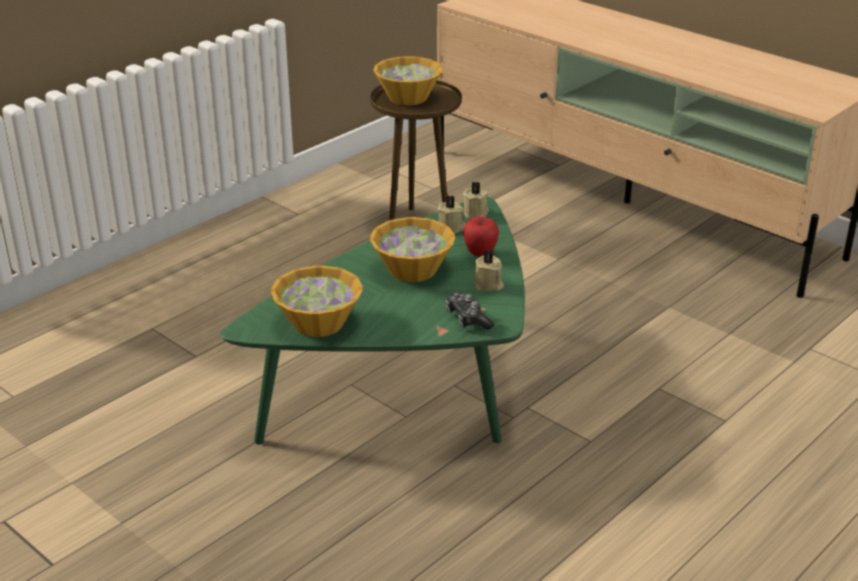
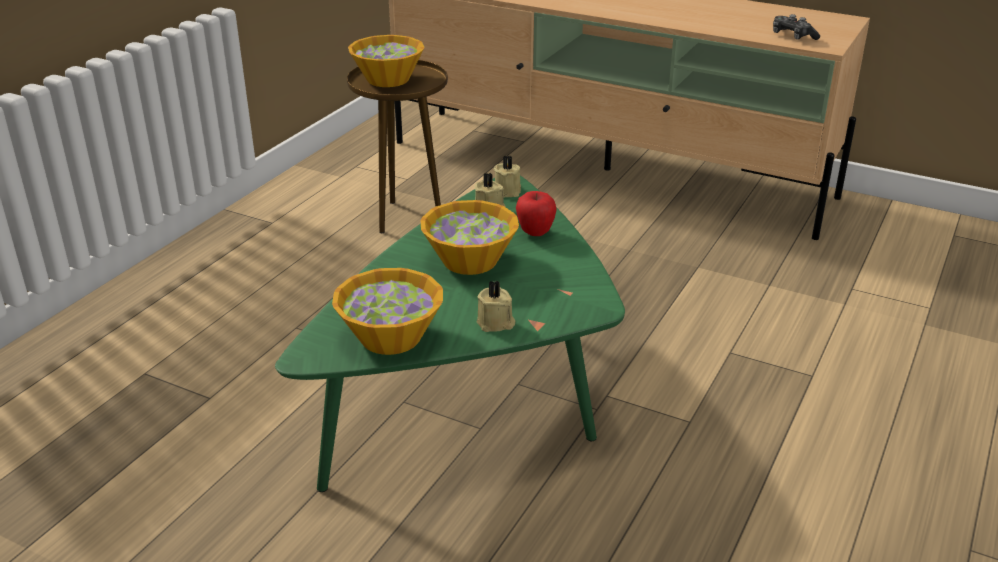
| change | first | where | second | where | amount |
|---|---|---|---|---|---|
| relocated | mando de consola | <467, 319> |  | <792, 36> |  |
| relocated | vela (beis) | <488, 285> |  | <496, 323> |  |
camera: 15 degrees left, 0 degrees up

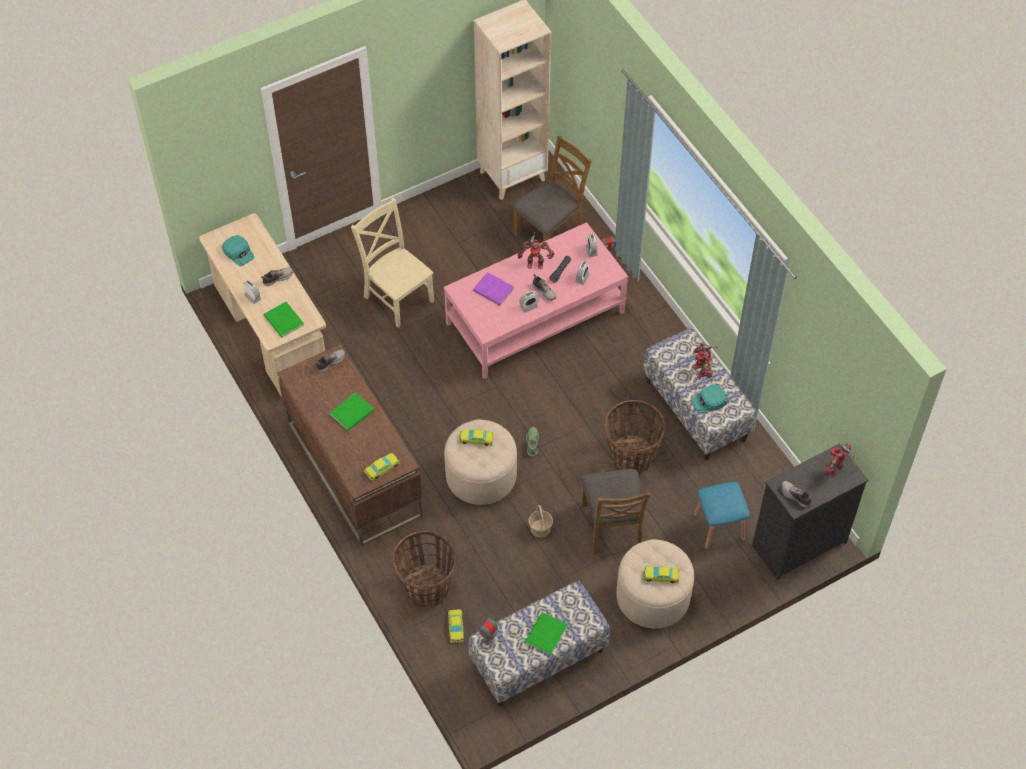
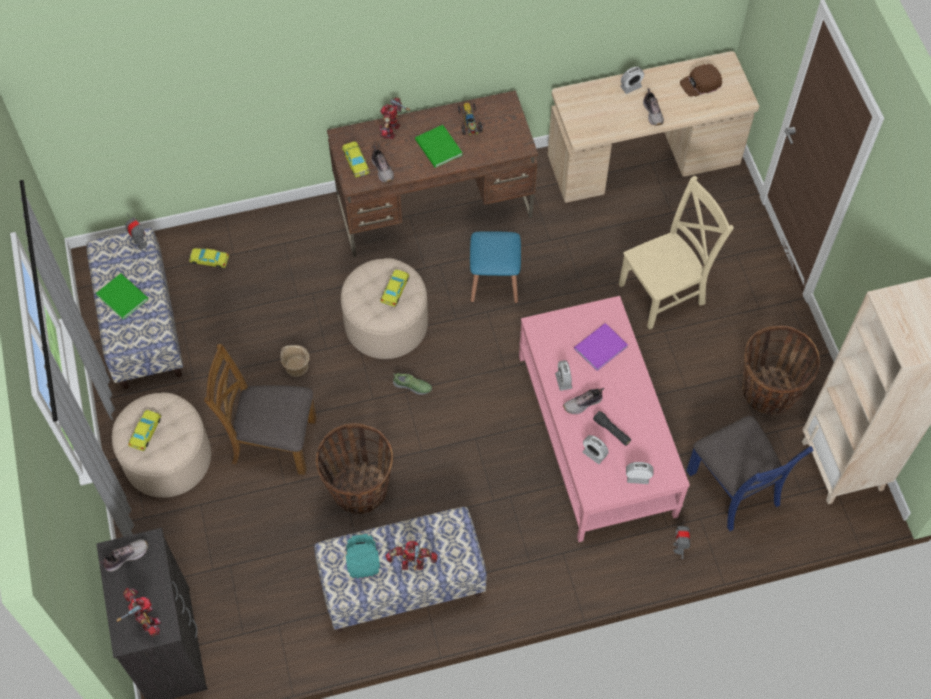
| change | first | where | second | where | amount |
|---|---|---|---|---|---|
| colour | gorra (turquesa) | <239, 252> | gorra (marrón) | <700, 83> |  |
| missing | libro (verde) | <283, 321> |  |  |  |
| relocated | zapato | <330, 362> |  | <383, 169> |  |
| relocated | cesta | <427, 587> |  | <768, 391> |  |
| colour | silla (marrón) | <550, 231> | silla (azul) | <734, 488> |  |
| relocated | robot de juguete | <535, 262> |  | <392, 130> |  |
| relocated | taburete (azul) | <718, 527> |  | <494, 282> |  |
| appeared |  |  | coche de juguete | <469, 123> |  |
camera: 105 degrees right, 5 degrees up

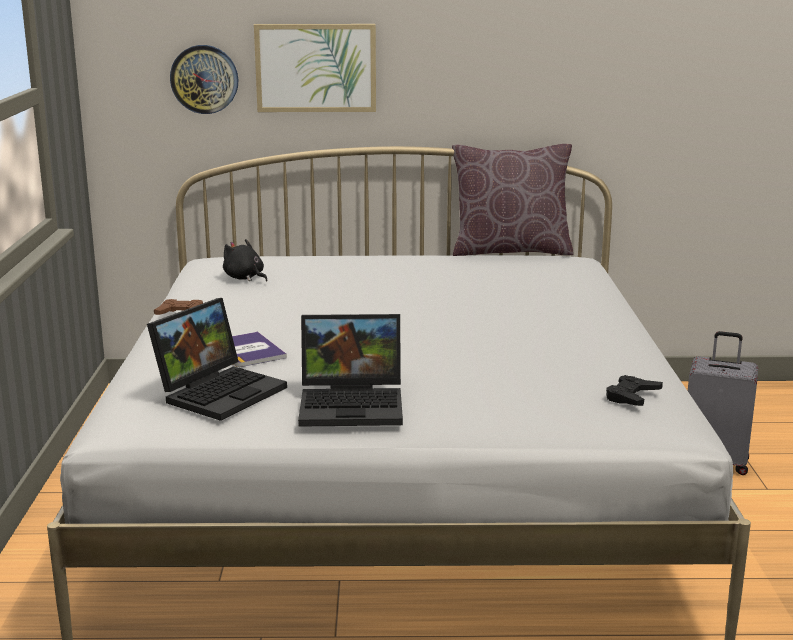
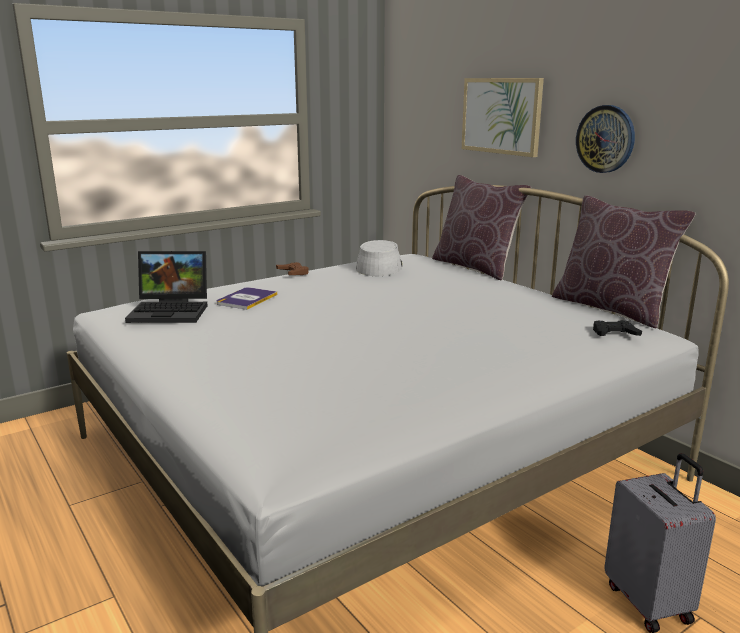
| change | first | where | second | where | amount |
|---|---|---|---|---|---|
| relocated | reloj de pared | <204, 79> |  | <605, 139> |  |
| exchanged | peluche (negro) | <245, 278> | sombrero (gris) | <379, 267> |  |
| missing | portátil | <354, 404> |  |  |  |
| relocated | mando de consola (negro) | <632, 396> |  | <614, 333> |  |
| appeared |  |  | cojín (marrón) | <476, 267> |  |
camera: 55 degrees right, 0 degrees up

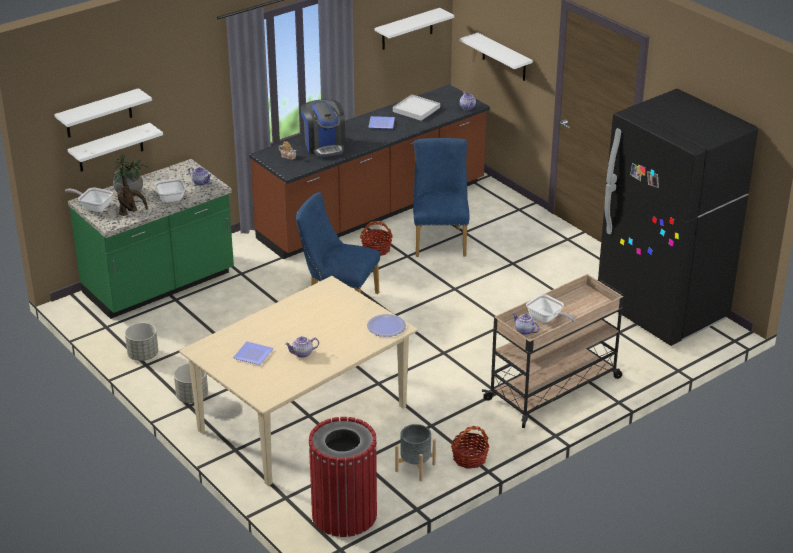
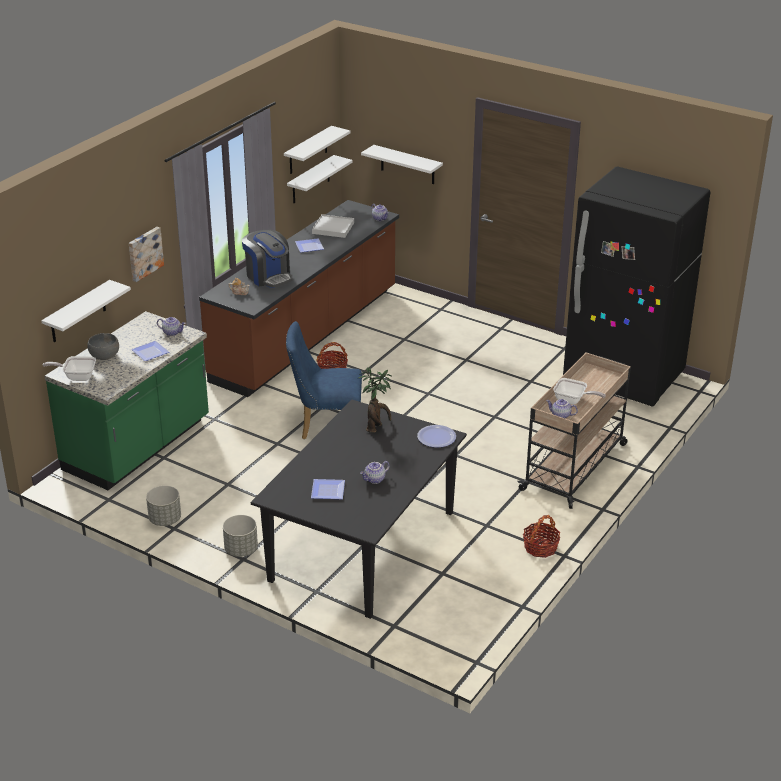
| change | first | where | second | where | amount |
|---|---|---|---|---|---|
| relocated | estante (blanco) | <98, 114> |  | <311, 180> |  |
| relocated | planta en maceta | <131, 212> |  | <376, 426> |  |
| exchanged | sartén | <171, 196> | plato | <150, 352> |  |
| colour | mesa de comedor (beis) | <303, 418> | mesa de comedor (negro) | <362, 545> |  |
| missing | papelera (rojo) | <344, 514> |  |  |  |
| missing | maceta (gris) | <415, 467> |  |  |  |
| missing | silla (azul) | <440, 240> |  |  |  |
| appeared |  |  | cuadro | <144, 253> |  |
camera: 20 degrees left, 0 degrees up

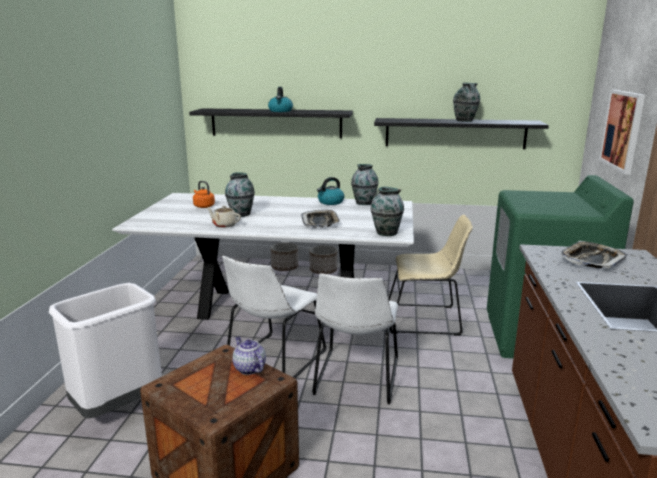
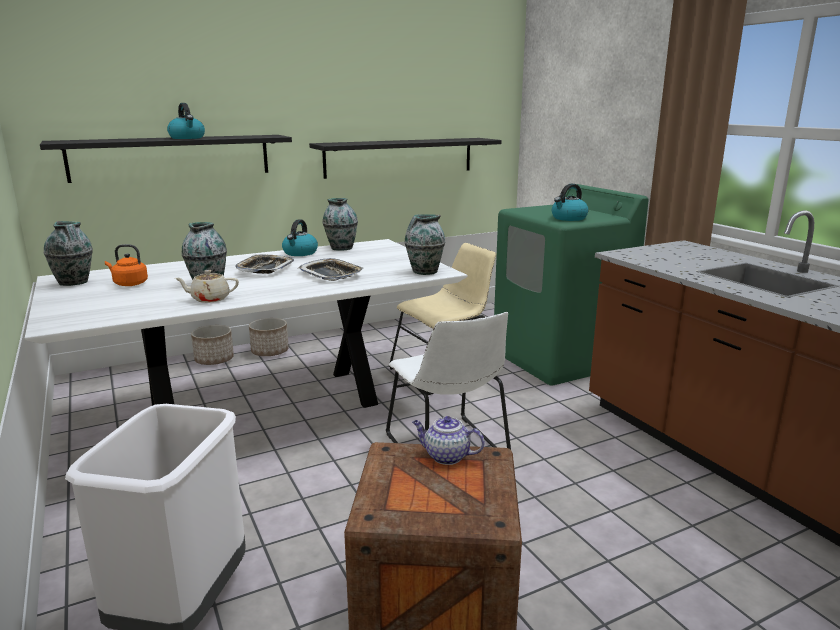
| change | first | where | second | where | amount |
|---|---|---|---|---|---|
| missing | silla (blanco) | <274, 361> |  |  |  |
| relocated | florero | <464, 121> |  | <74, 283> |  |
| relocated | bandeja | <591, 260> |  | <265, 268> |  |
| missing | cuadro | <622, 130> |  |  |  |
| appeared |  |  | hervidor | <568, 218> |  |
camera: 35 degrees left, 0 degrees up

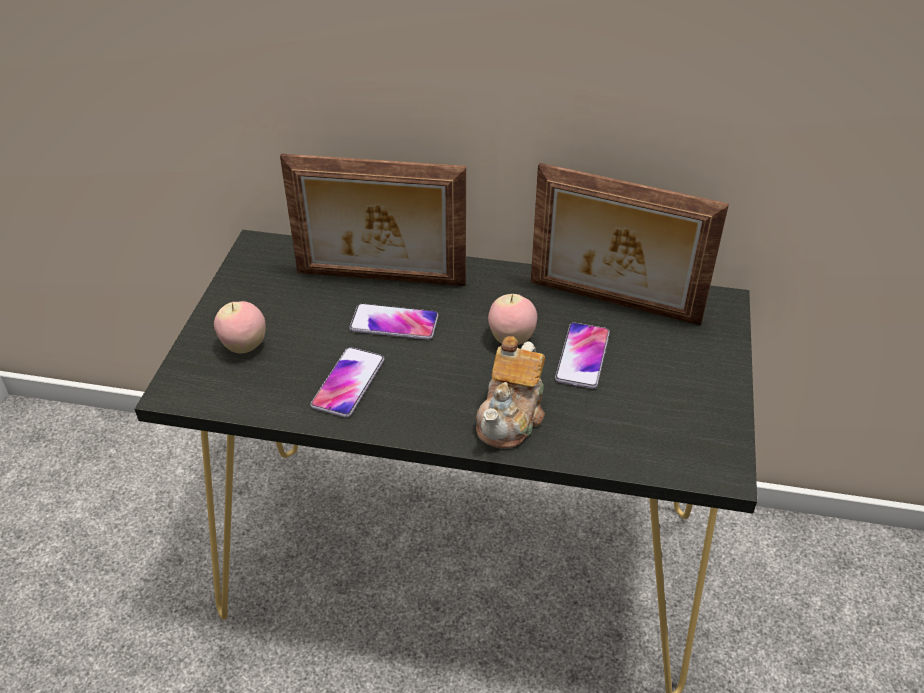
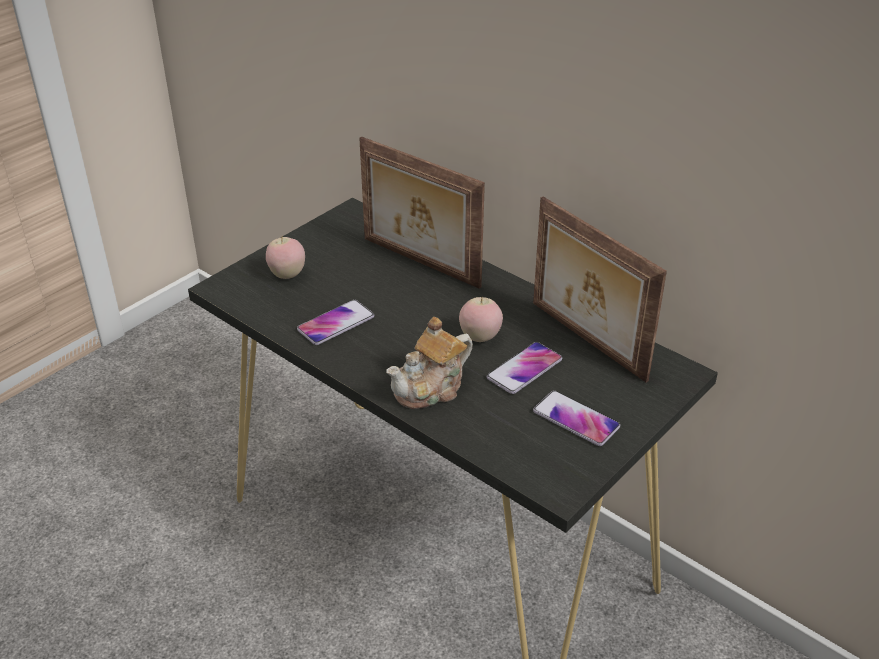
| change | first | where | second | where | amount |
|---|---|---|---|---|---|
| relocated | móvil | <394, 323> |  | <576, 419> |  |
camera: 30 degrees right, 5 degrees down

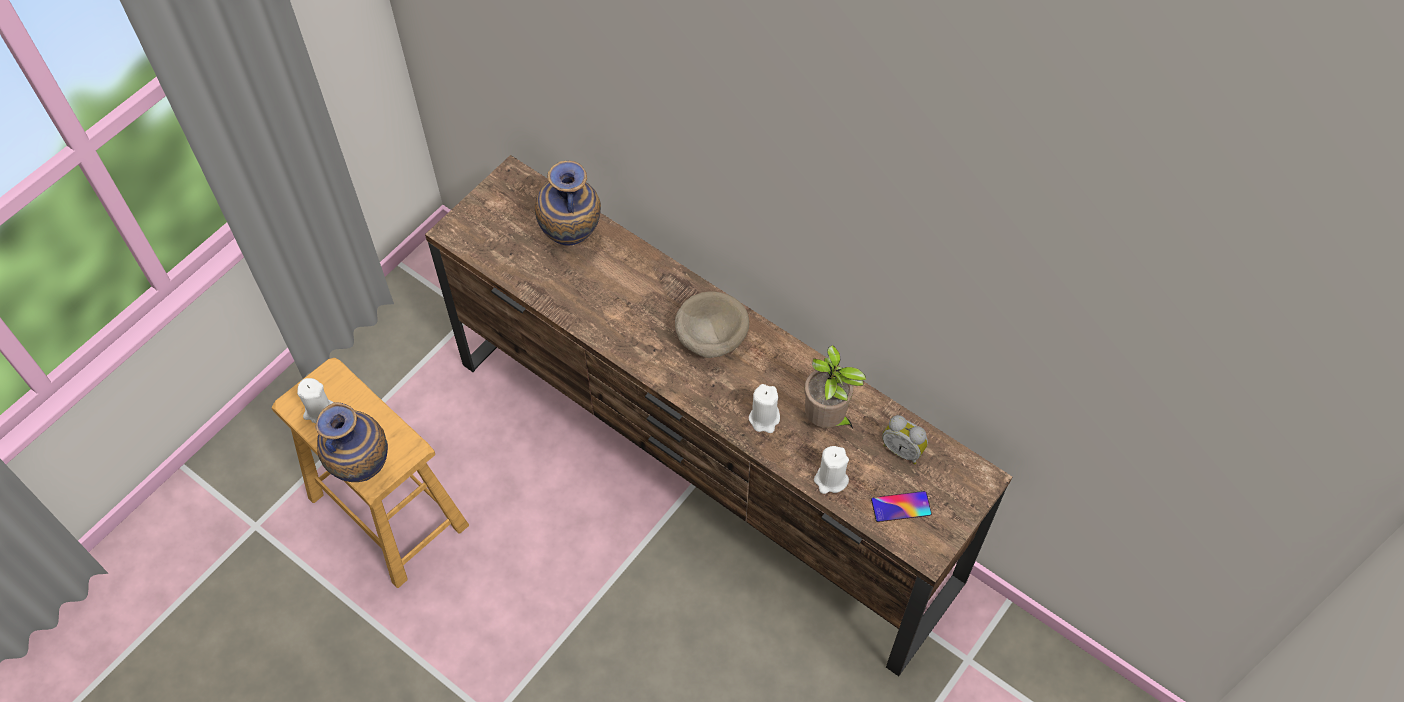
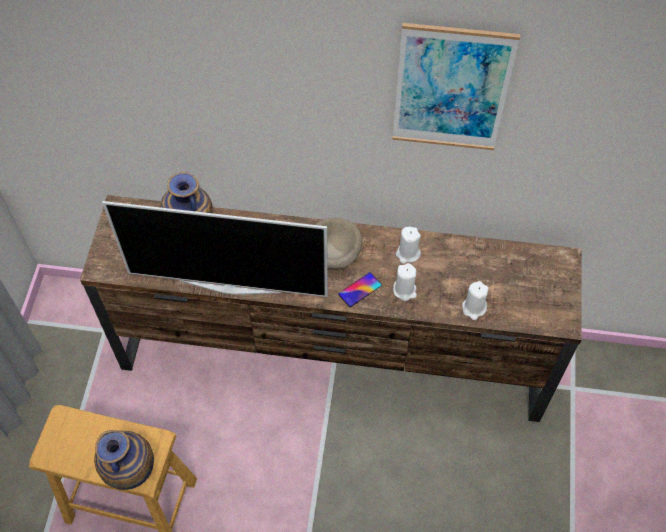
| change | first | where | second | where | amount |
|---|---|---|---|---|---|
| relocated | vela (blanco) | <319, 411> |  | <407, 254> |  |
| missing | planta en maceta | <827, 420> |  |  |  |
| relocated | móvil | <901, 507> |  | <360, 290> |  |
| missing | despertador | <903, 449> |  |  |  |
| appeared |  |  | televisor | <230, 285> |  |
| appeared |  |  | cuadro | <451, 89> |  |
camera: 30 degrees left, 0 degrees up

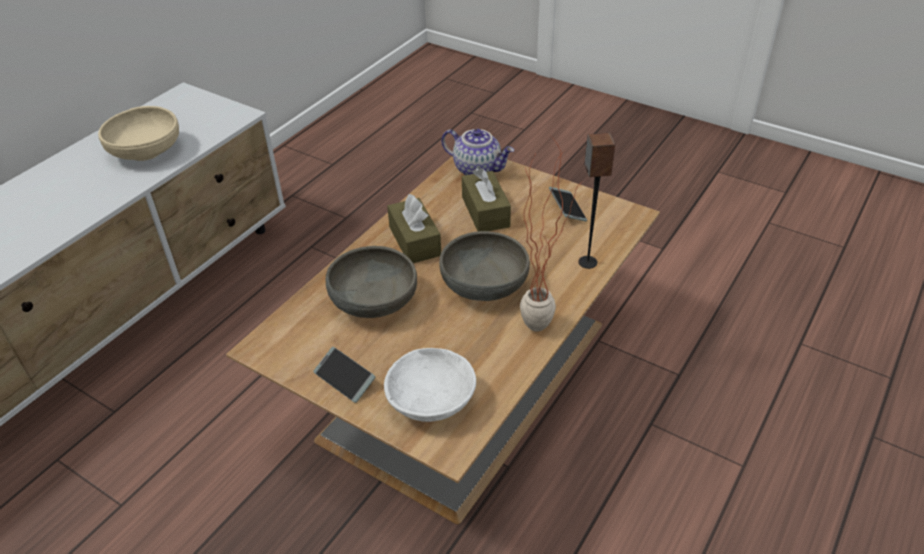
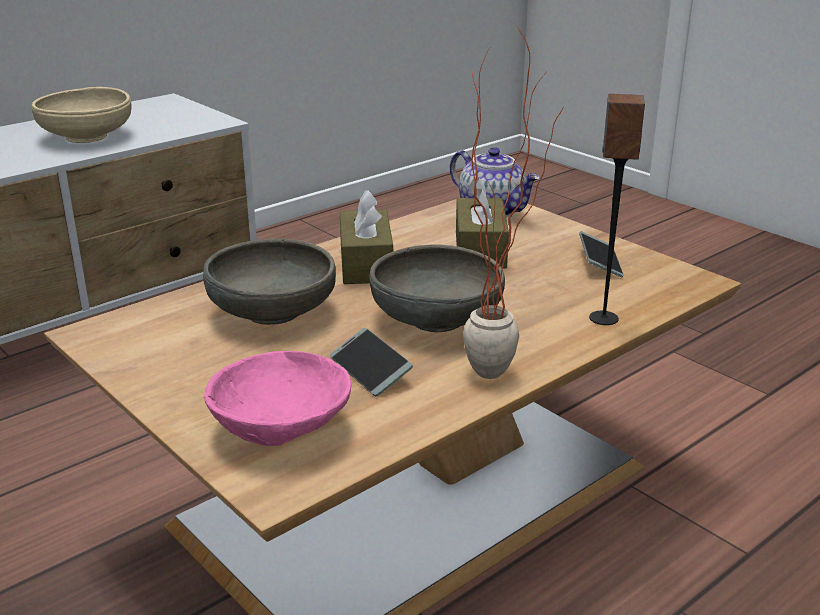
| change | first | where | second | where | amount |
|---|---|---|---|---|---|
| relocated | móvil | <344, 379> |  | <370, 370> |  |
| colour | cuenco (blanco) | <433, 401> | cuenco (rosa) | <284, 429> |  |
camera: 15 degrees right, 15 degrees down

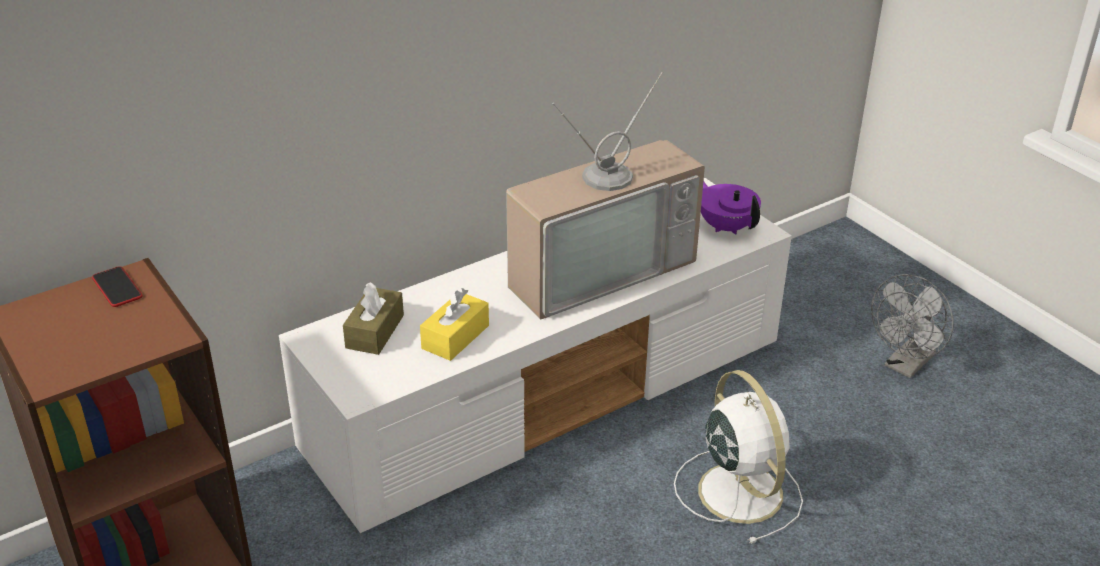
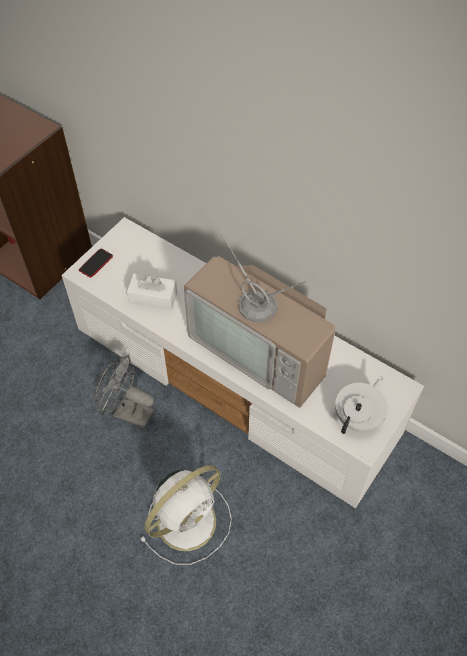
| change | first | where | second | where | amount |
|---|---|---|---|---|---|
| relocated | móvil | <117, 288> |  | <96, 263> |  |
| missing | caja de pañuelos (marrón) | <375, 331> |  |  |  |
| colour | caja de pañuelos (amarillo) | <455, 337> | caja de pañuelos (blanco) | <153, 297> |  |
| colour | tetera (morado) | <726, 226> | tetera (blanco) | <358, 417> |  |
| relocated | ventilador (gris) | <905, 366> |  | <127, 412> |  |
camera: 70 degrees right, 20 degrees up

